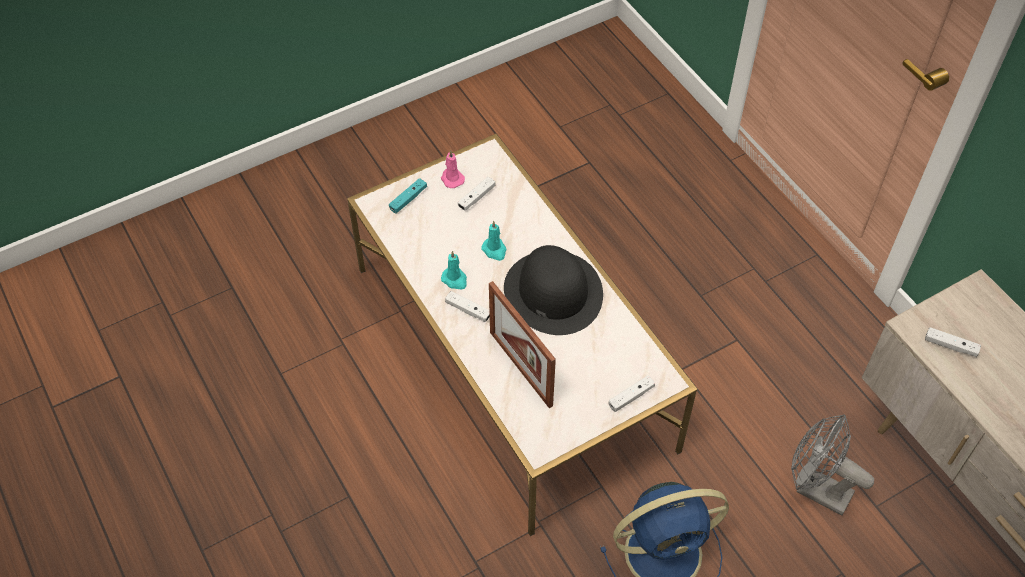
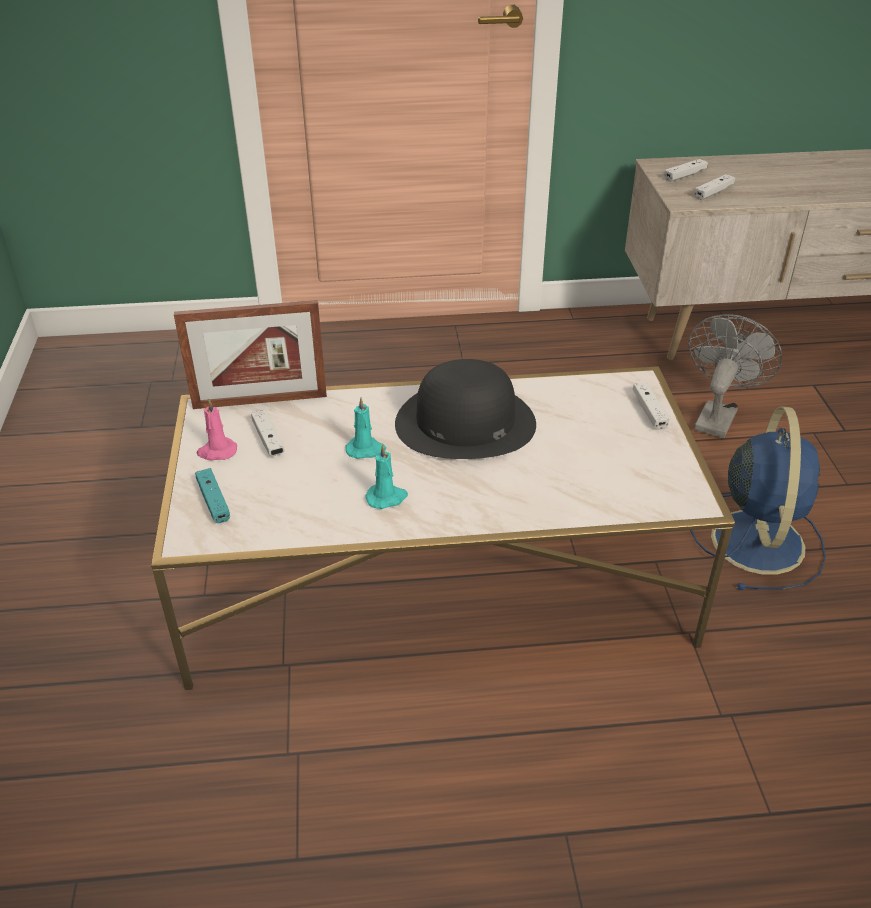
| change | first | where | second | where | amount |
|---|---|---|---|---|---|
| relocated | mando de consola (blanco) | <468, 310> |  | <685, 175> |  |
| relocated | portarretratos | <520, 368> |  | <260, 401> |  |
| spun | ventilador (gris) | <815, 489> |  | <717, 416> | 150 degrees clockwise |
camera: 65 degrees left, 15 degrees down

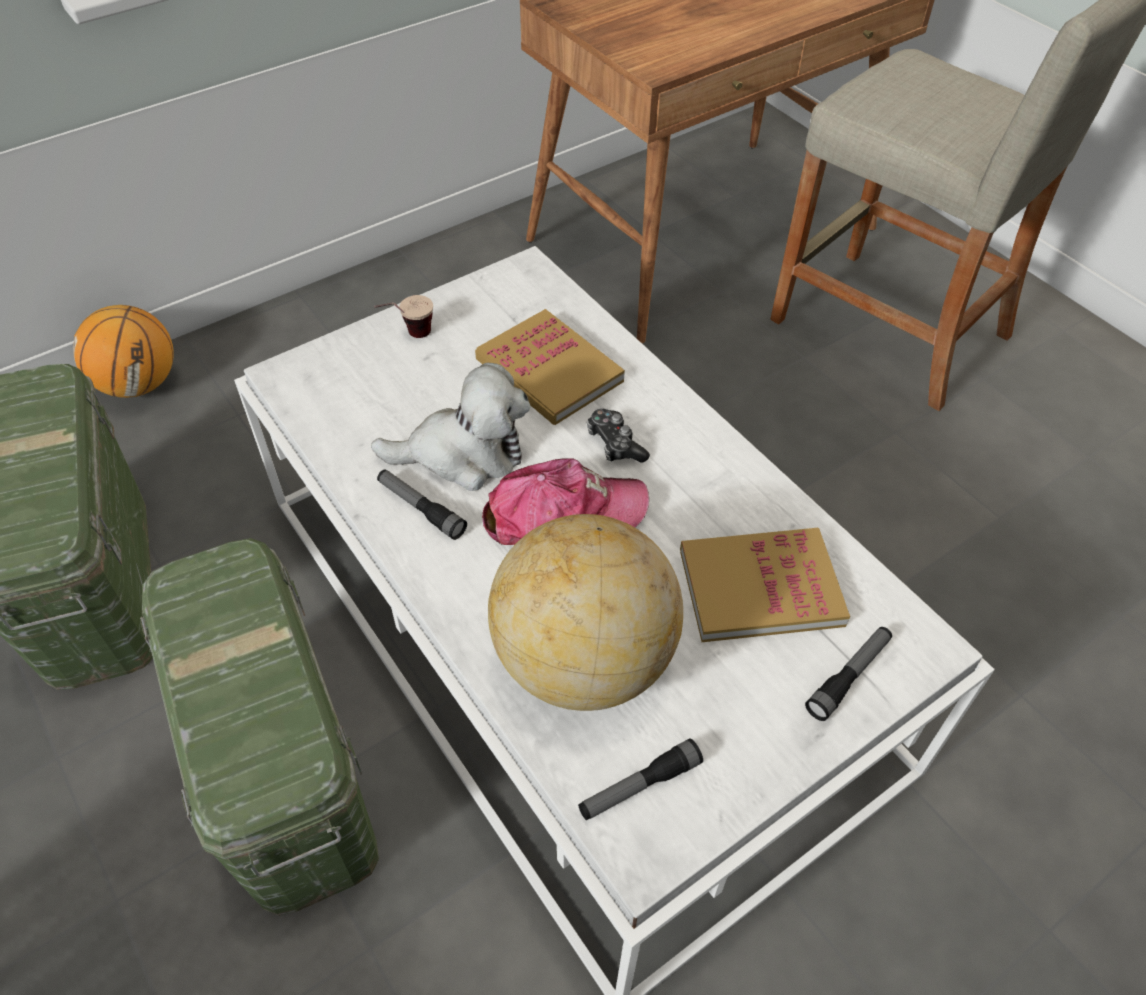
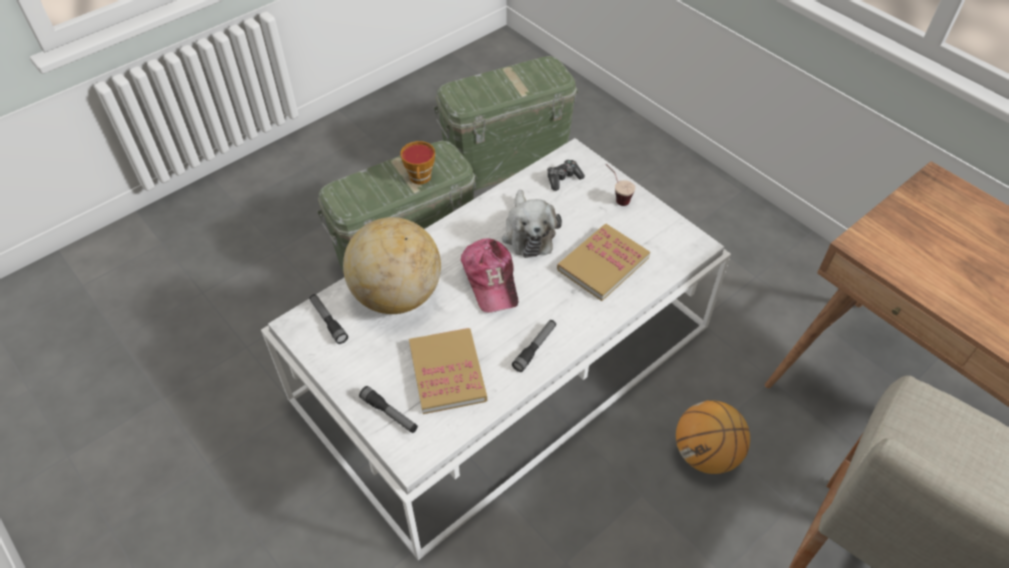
| change | first | where | second | where | amount |
|---|---|---|---|---|---|
| relocated | balón de baloncesto | <139, 384> |  | <706, 454> |  |
| relocated | linterna | <421, 509> |  | <535, 348> |  |
| relocated | mando de consola | <615, 444> |  | <563, 178> |  |
| appeared |  |  | taza | <420, 179> |  |
camera: 85 degrees right, 0 degrees up

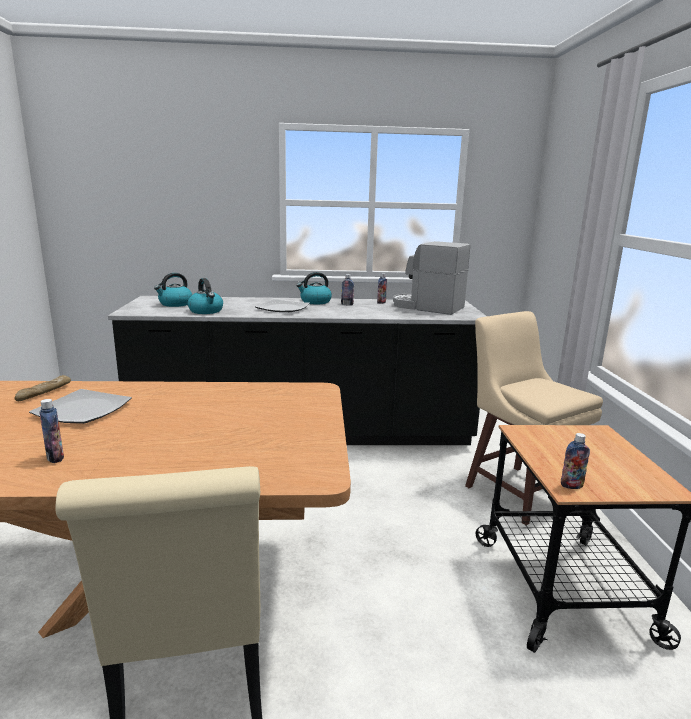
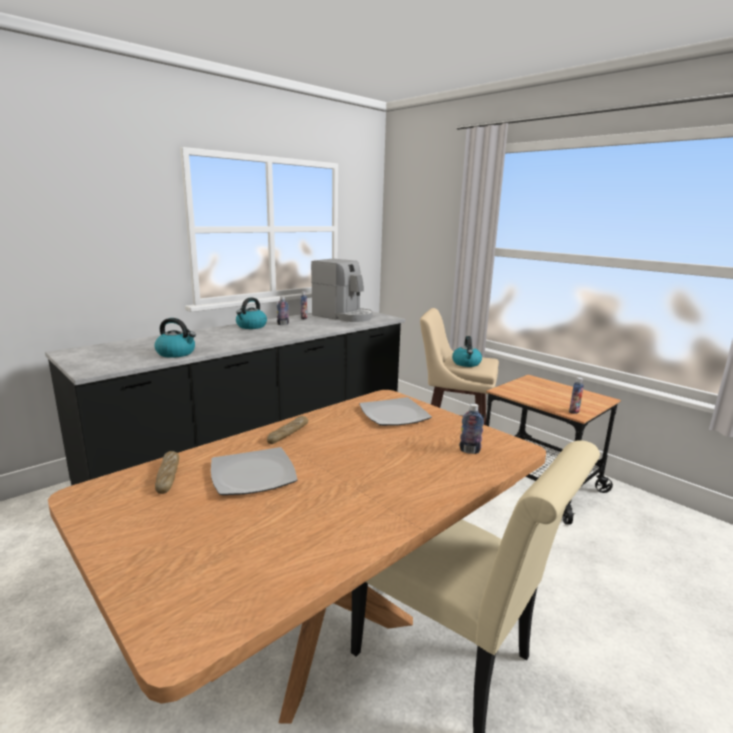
| change | first | where | second | where | amount |
|---|---|---|---|---|---|
| relocated | botella | <55, 458> |  | <469, 451> |  |
| relocated | hervidor | <175, 304> |  | <466, 363> |  |
| relocated | plato | <283, 308> |  | <395, 415> |  |
| spun | cafetera | <427, 307> |  | <343, 316> | 135 degrees counterclockwise |
| appeared |  |  | pan | <288, 434> |  |
camera: 40 degrees left, 0 degrees up

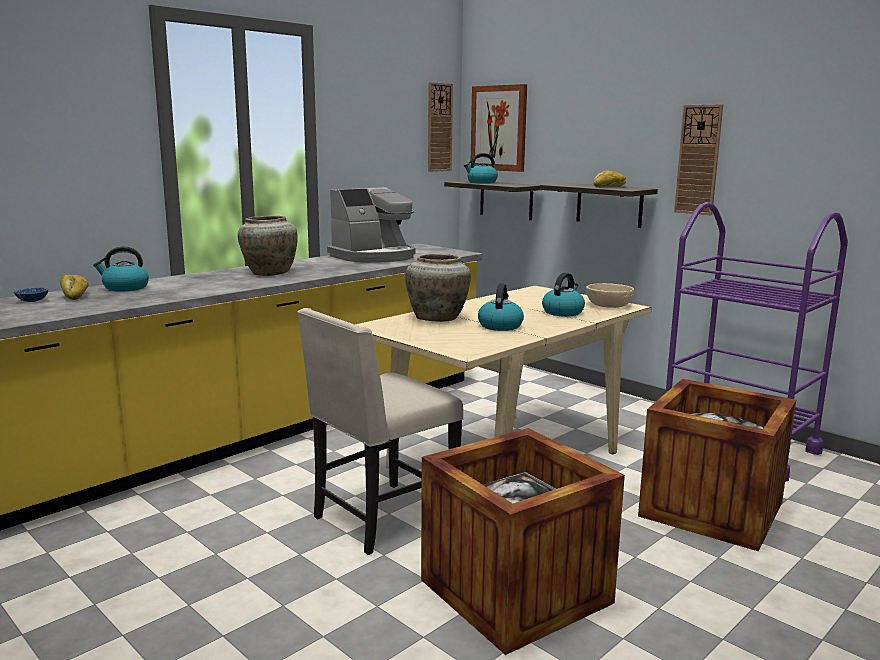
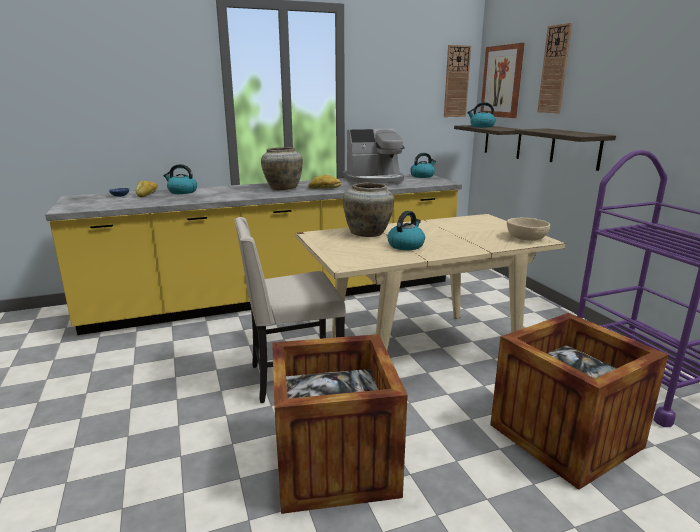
| change | first | where | second | where | amount |
|---|---|---|---|---|---|
| relocated | hervidor | <563, 312> |  | <422, 176> |  |
| relocated | pan | <609, 187> |  | <325, 188> |  |
| relocated | reloj de pared | <698, 160> |  | <554, 69> |  |
camera: 25 degrees right, 5 degrees up

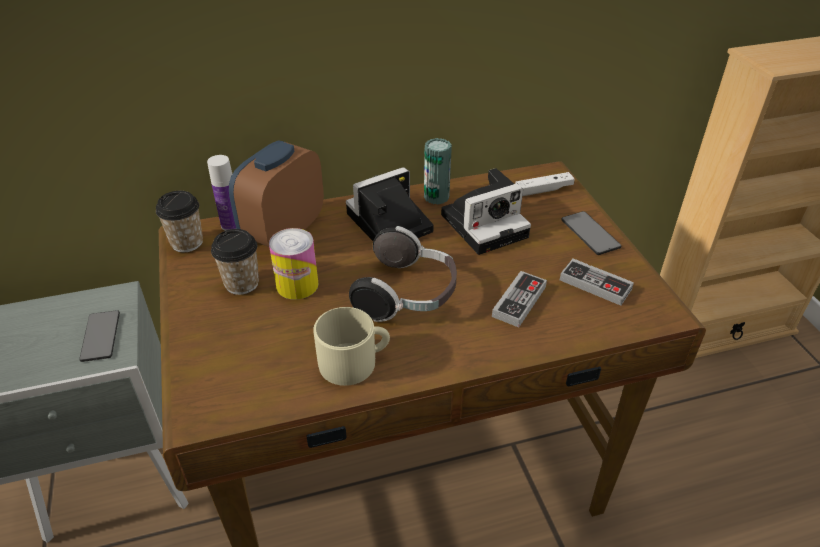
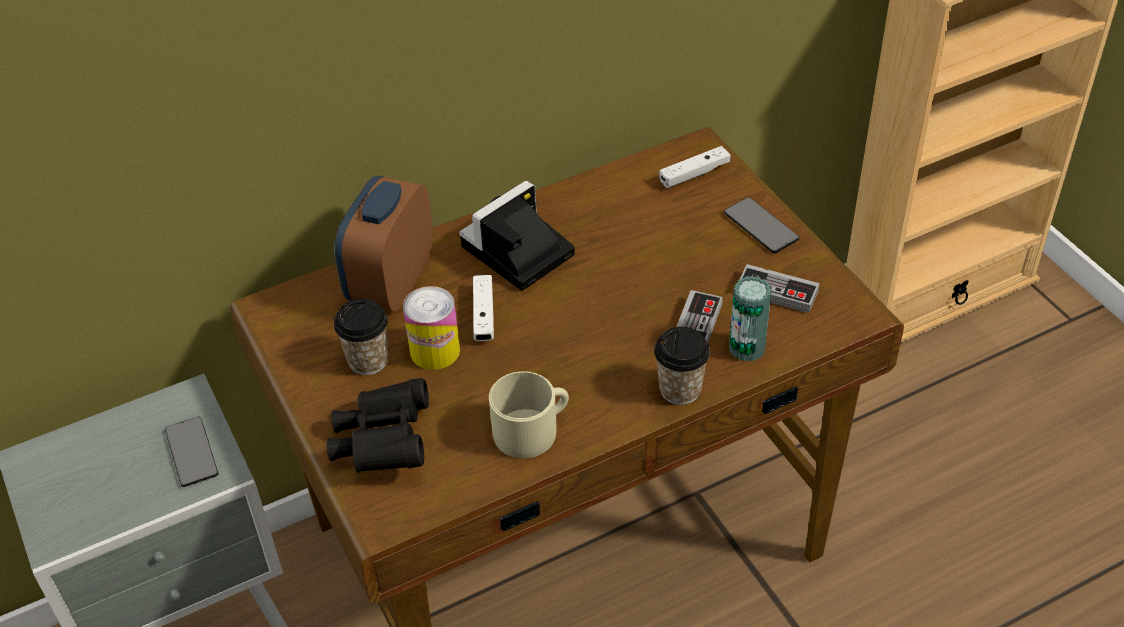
| change | first | where | second | where | amount |
|---|---|---|---|---|---|
| relocated | taza | <187, 243> |  | <680, 389> |  |
| missing | botella | <231, 225> |  |  |  |
| missing | auriculares | <408, 295> |  |  |  |
| relocated | lata | <436, 197> |  | <746, 348> |  |
| missing | cámara | <486, 224> |  |  |  |
| appeared |  |  | prismáticos (negro) | <383, 443> |  |
| appeared |  |  | mando de consola (blanco) | <483, 315> |  |
camera: 10 degrees left, 5 degrees up

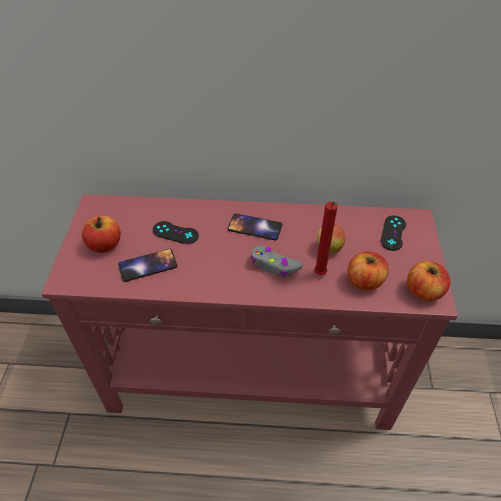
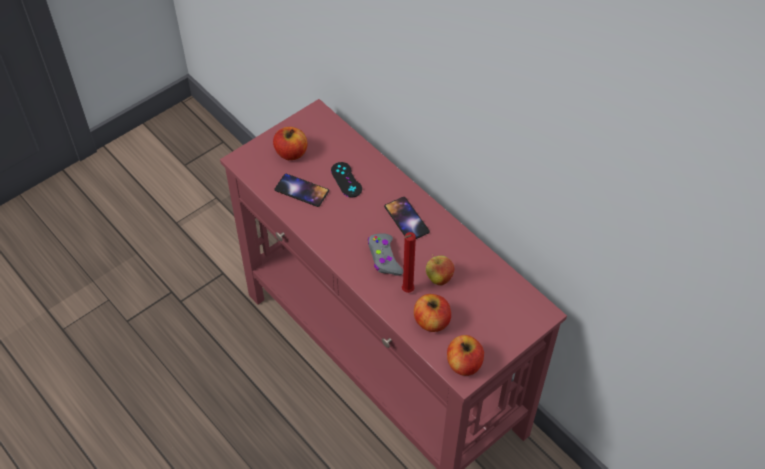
| change | first | where | second | where | amount |
|---|---|---|---|---|---|
| missing | mando de consola (negro) | <393, 233> |  |  |  |
camera: 45 degrees right, 5 degrees up

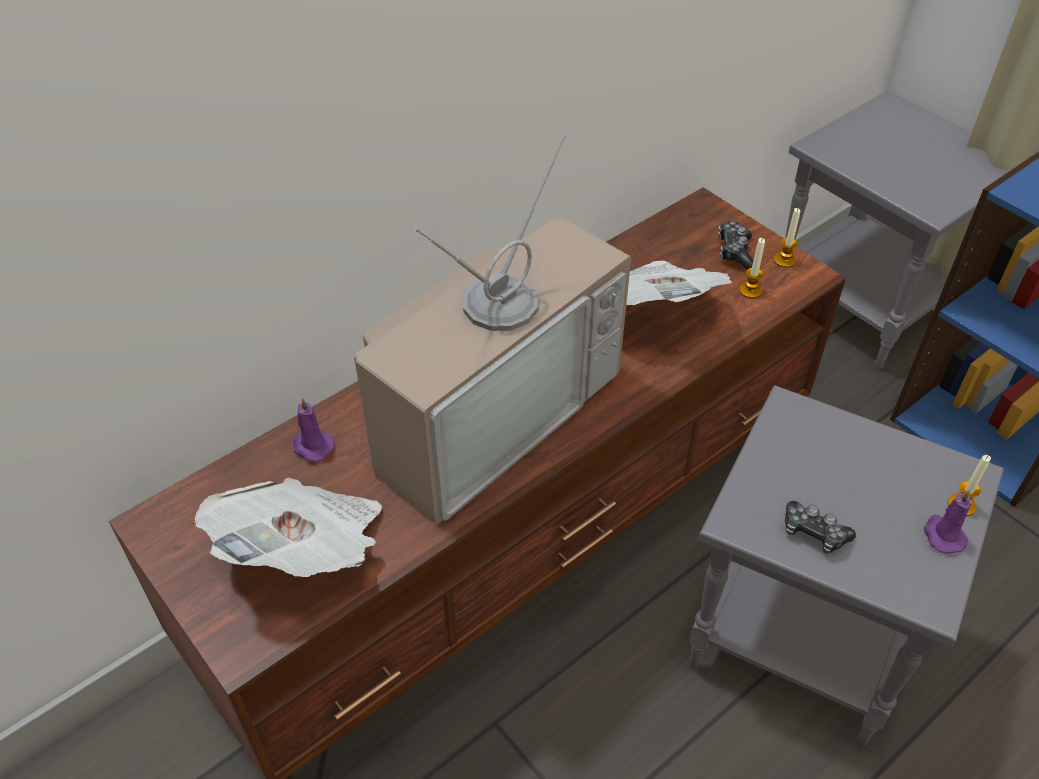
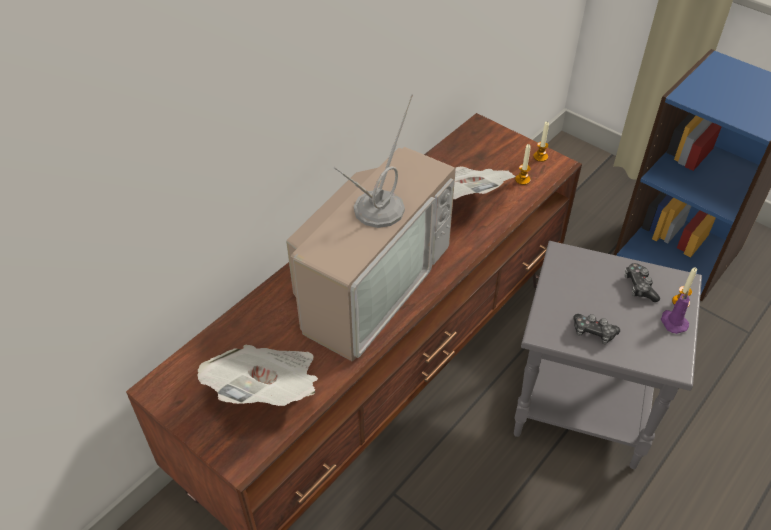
| change | first | where | second | where | amount |
|---|---|---|---|---|---|
| missing | vela (morado) | <312, 446> |  |  |  |
| relocated | mando de consola | <735, 251> |  | <639, 286> |  |
| missing | mesa auxiliar (gris) | <864, 305> |  |  |  |
camera: 10 degrees left, 0 degrees up

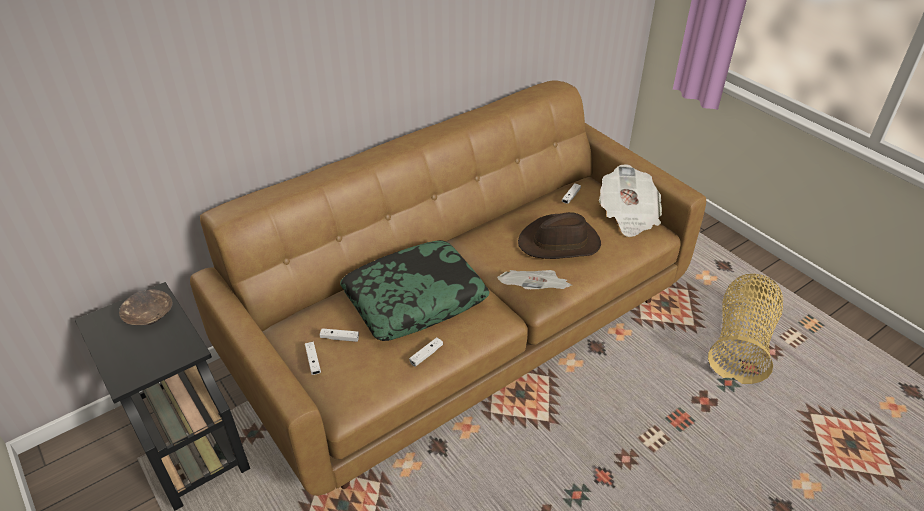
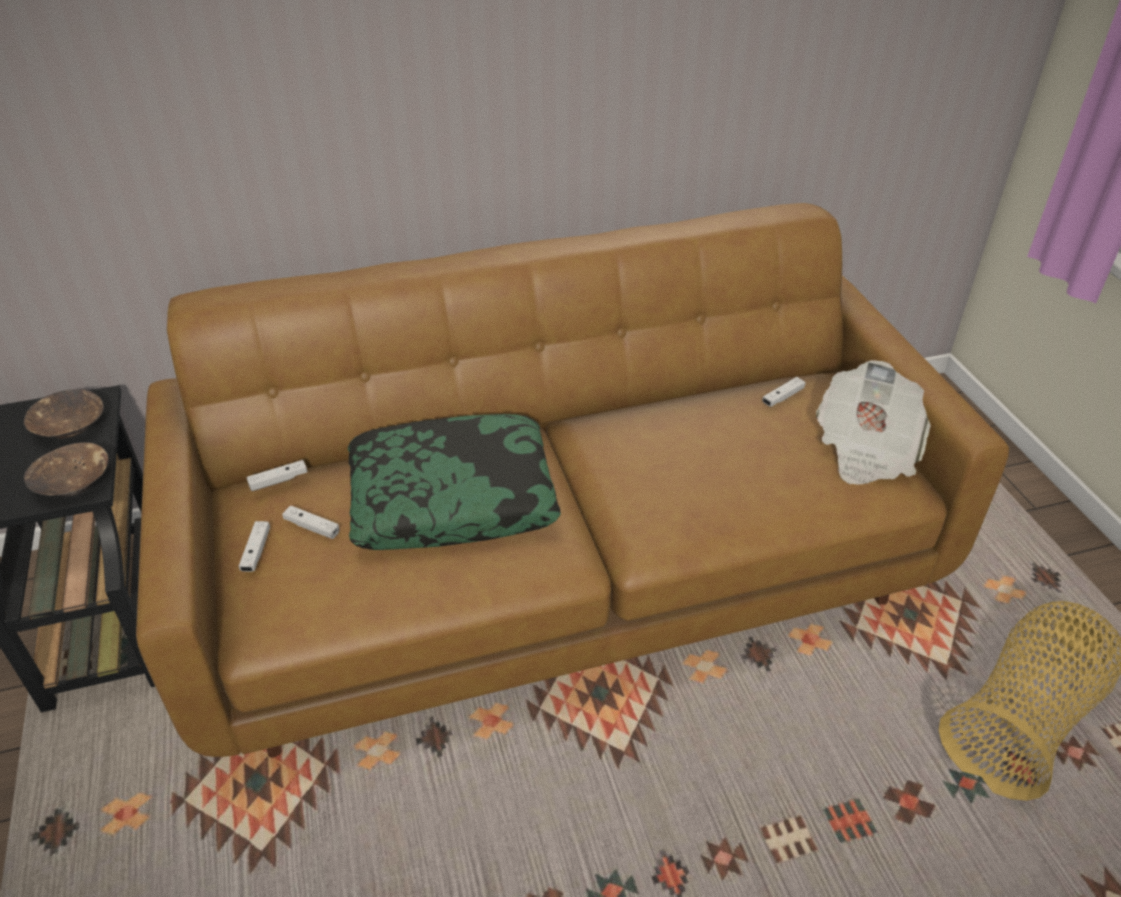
| change | first | where | second | where | amount |
|---|---|---|---|---|---|
| relocated | mando de consola (blanco) | <426, 355> |  | <278, 480> |  |
| missing | periódico | <534, 293> |  |  |  |
| missing | sombrero (marrón) | <560, 243> |  |  |  |
| appeared |  |  | cuenco (marrón) | <74, 482> |  |
camera: 20 degrees right, 0 degrees up

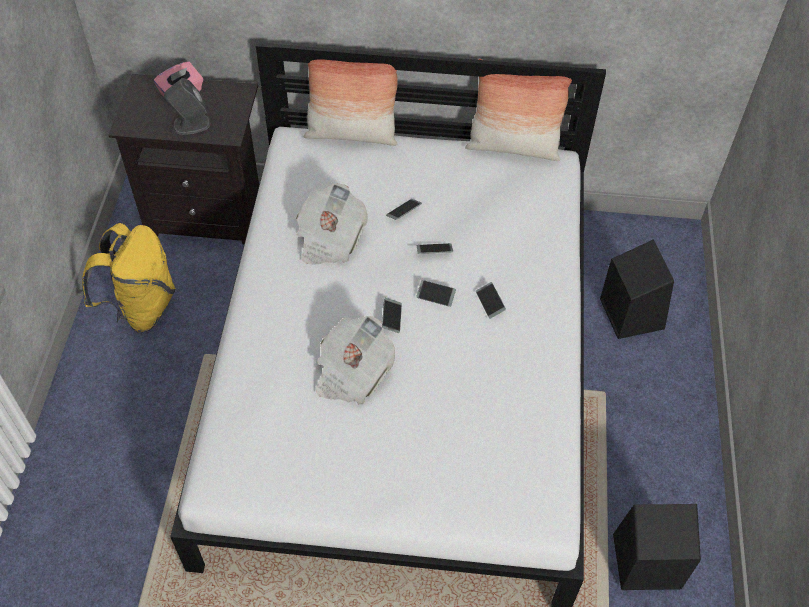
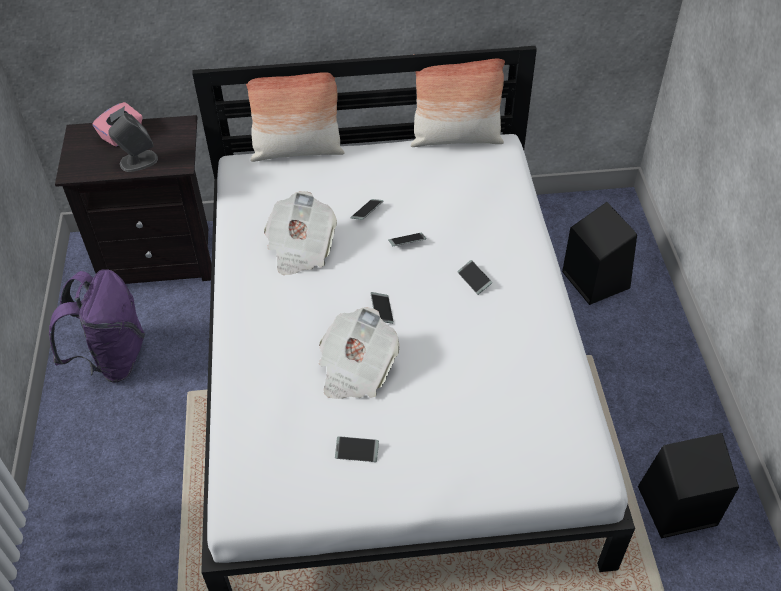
| change | first | where | second | where | amount |
|---|---|---|---|---|---|
| colour | mochila (amarillo) | <142, 308> | mochila (morado) | <112, 359> |  |
| relocated | móvil | <435, 295> |  | <357, 452> |  |
camera: 10 degrees left, 5 degrees down

